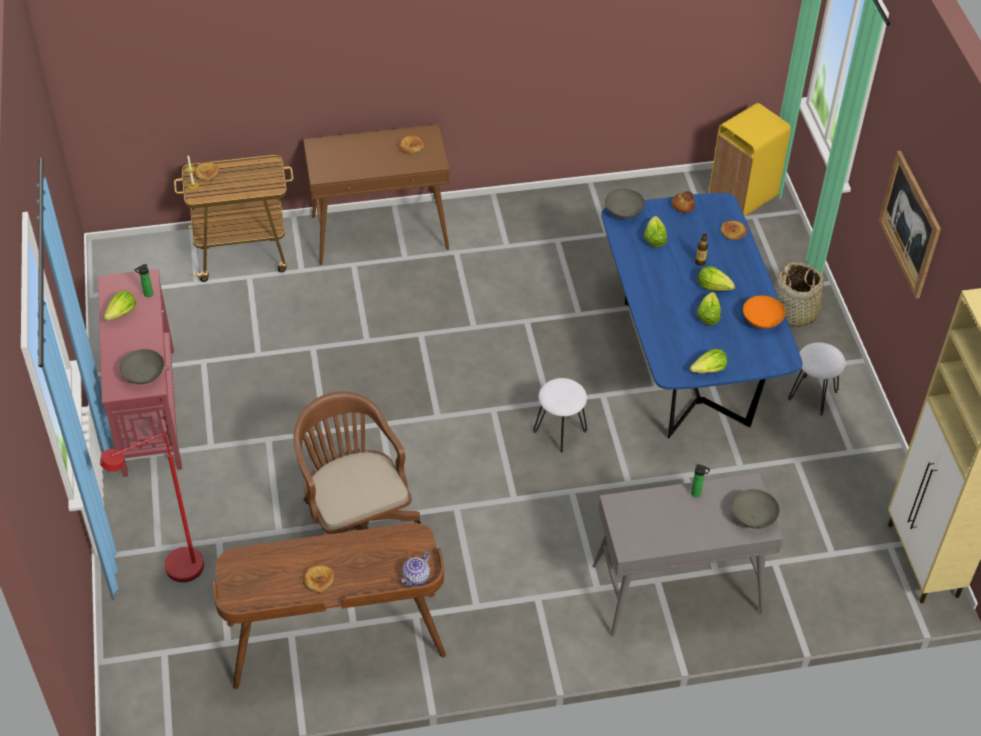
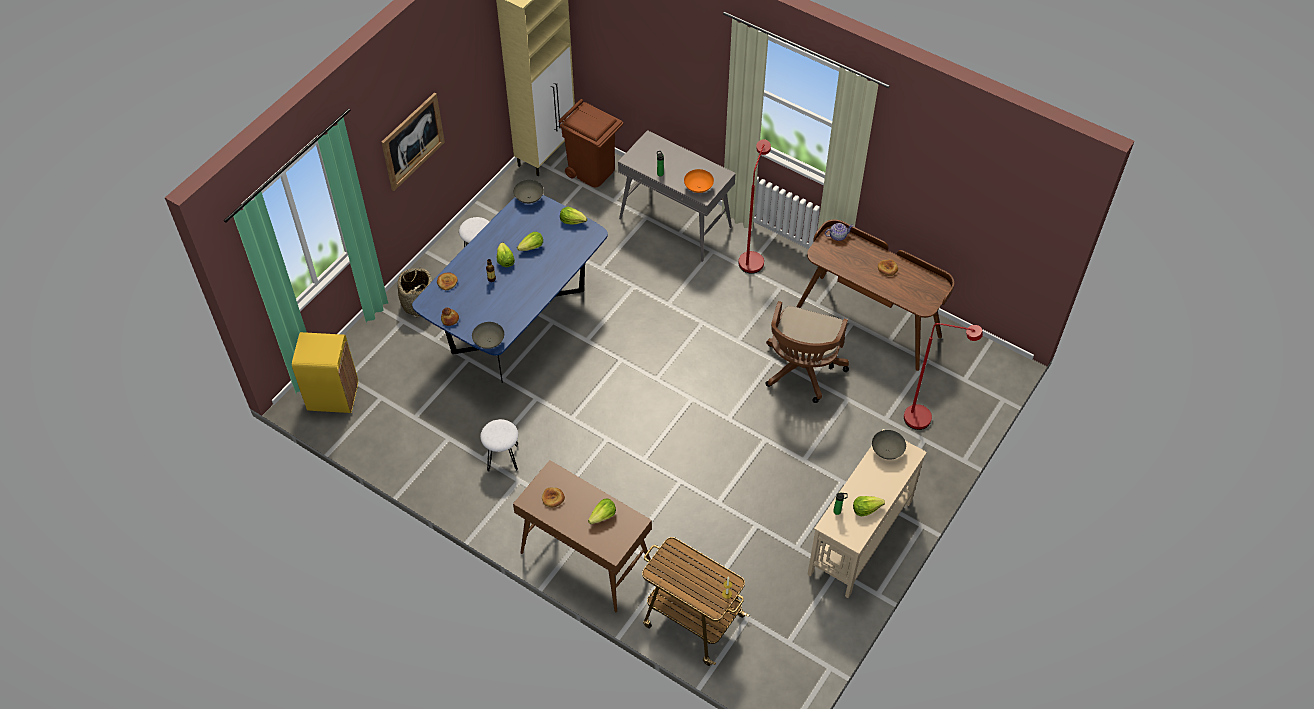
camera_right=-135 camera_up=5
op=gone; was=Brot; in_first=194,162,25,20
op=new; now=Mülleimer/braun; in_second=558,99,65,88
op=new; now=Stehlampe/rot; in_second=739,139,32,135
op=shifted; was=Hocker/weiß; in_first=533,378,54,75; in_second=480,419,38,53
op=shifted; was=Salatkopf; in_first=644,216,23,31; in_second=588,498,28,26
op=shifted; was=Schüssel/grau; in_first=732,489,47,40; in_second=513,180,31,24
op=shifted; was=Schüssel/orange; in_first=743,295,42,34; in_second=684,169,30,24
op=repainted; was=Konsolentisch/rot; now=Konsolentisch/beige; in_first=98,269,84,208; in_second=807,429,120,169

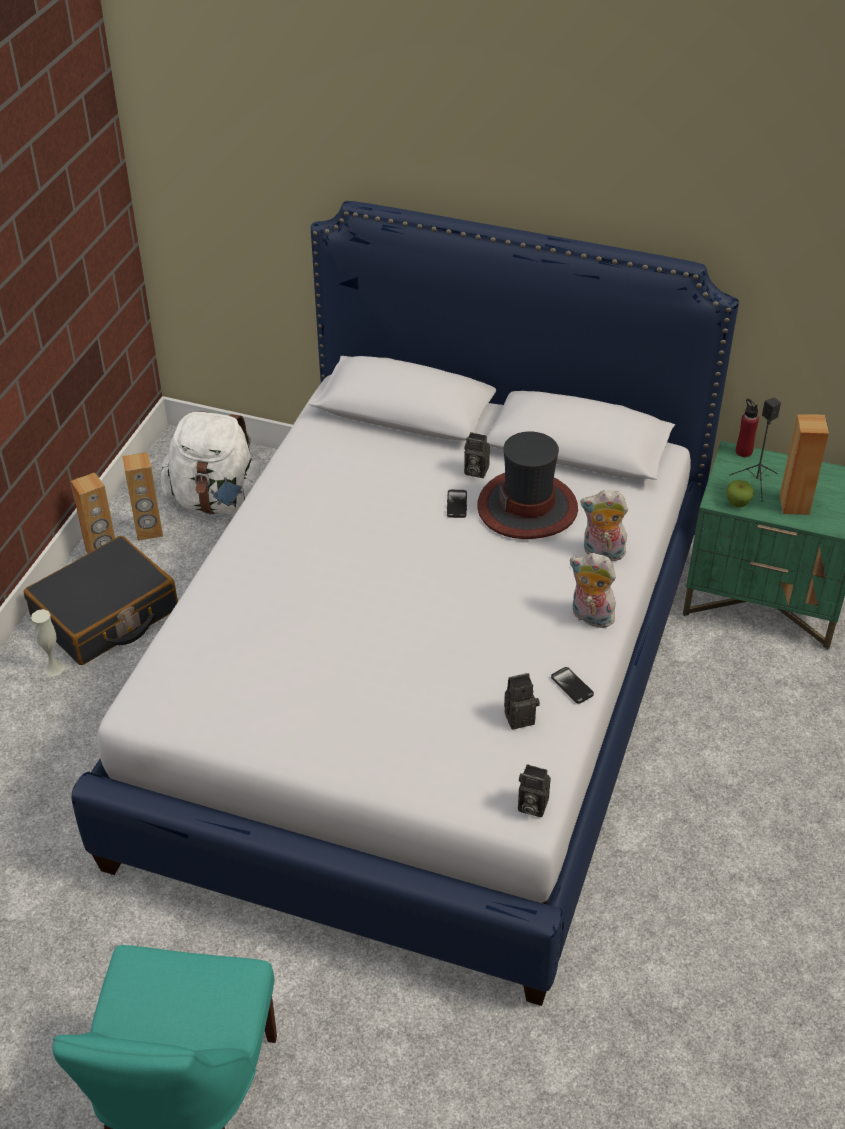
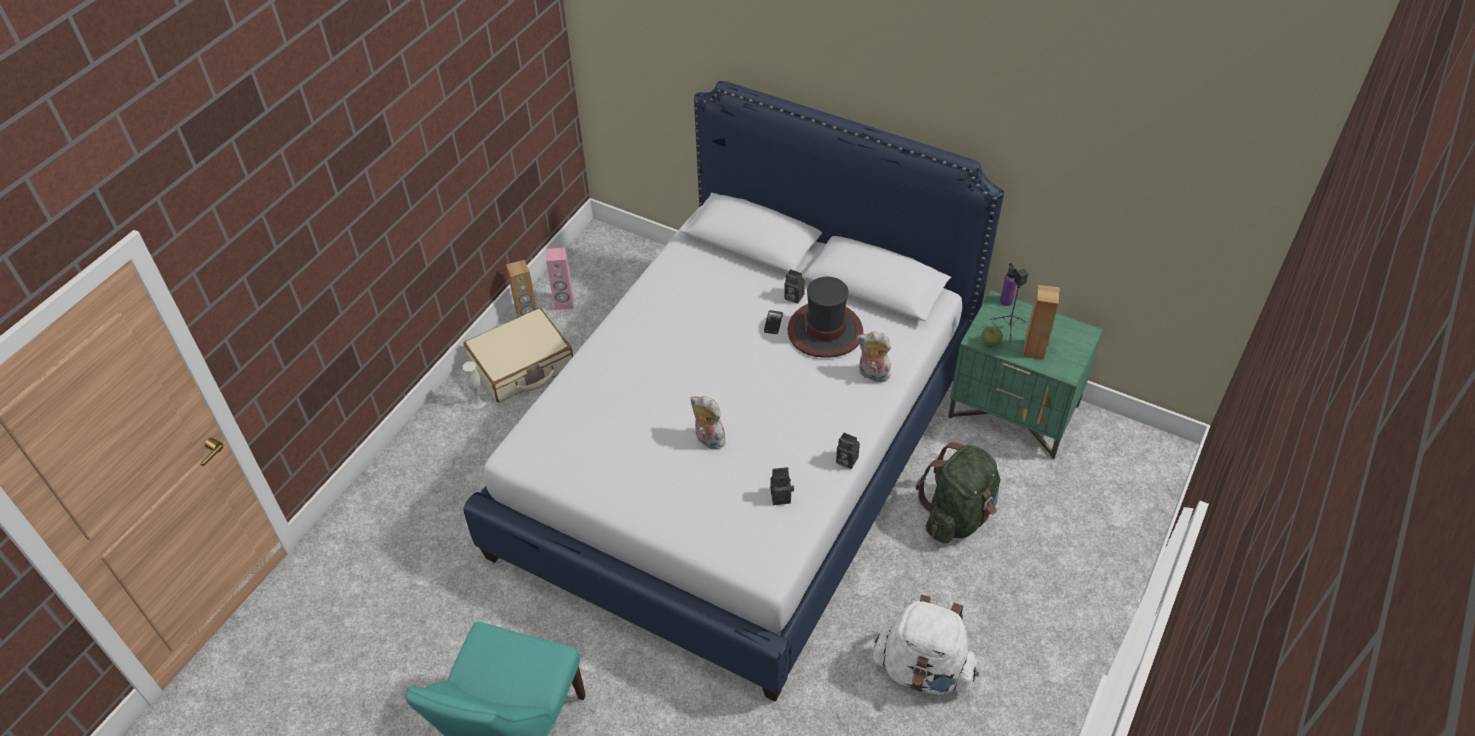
camera_right=10 camera_up=5
op=gone; was=Handy; in_first=551,667,43,37
op=new; now=Rucksack/grün; in_second=916,442,84,101
op=shifted; was=Rucksack/weiß; in_first=161,411,102,103; in_second=873,595,106,100
op=shifted; was=Kamera; in_first=518,764,33,53; in_second=836,432,24,37
op=shifted; was=Plüschtier; in_first=570,553,46,75; in_second=690,396,36,53
op=repainted; was=Koffer/schwarz; now=Koffer/beige; in_first=24,536,154,129; in_second=463,308,110,94
op=repainted; was=Lautsprecher/braun; now=Lautsprecher/rosa; in_first=123,452,40,89; in_second=546,248,28,62
op=repainted; was=Flasche/rot; now=Flasche/lila; in_first=736,399,23,58; in_second=1000,263,17,43

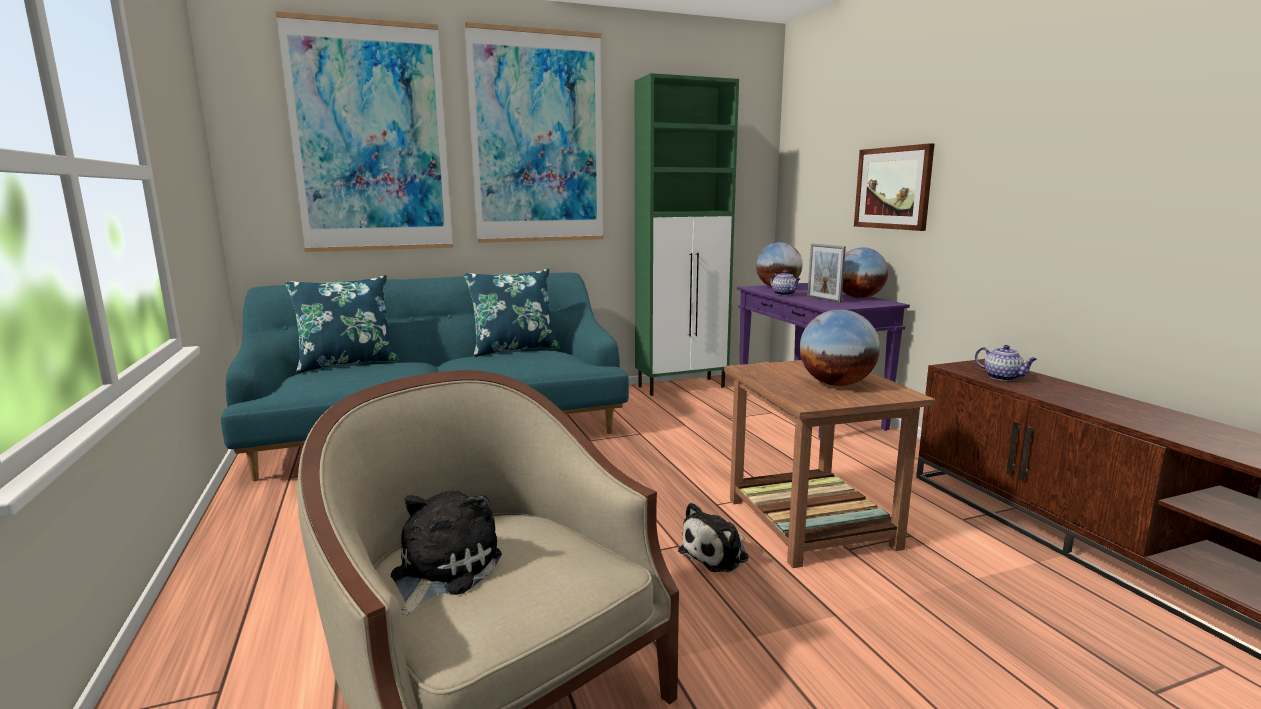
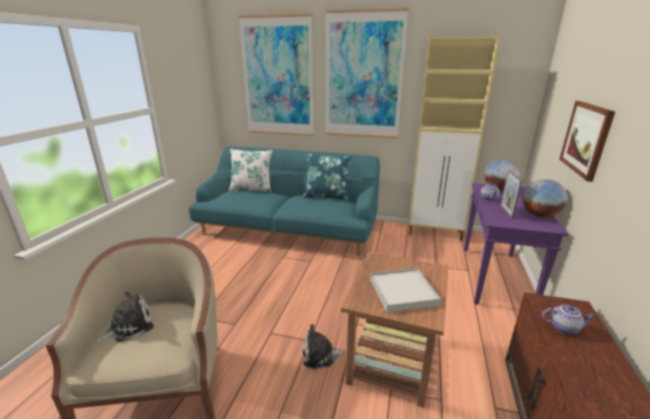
camera_right=35 camera_up=10
op=swapped; was=Globus; now=Tablett/weiß; in_first=800,309,80,77; in_second=370,268,71,44
op=repainted; was=Kissen/blau; now=Kissen/weiß; in_first=285,275,114,98; in_second=229,149,44,44
op=repainted; was=Schrank/grün; now=Schrank/beige; in_first=635,73,104,323; in_second=409,36,92,205
op=rotated; was=Teekanne; in_first=975,345,62,36; in_second=542,304,54,31; clockwise=-75

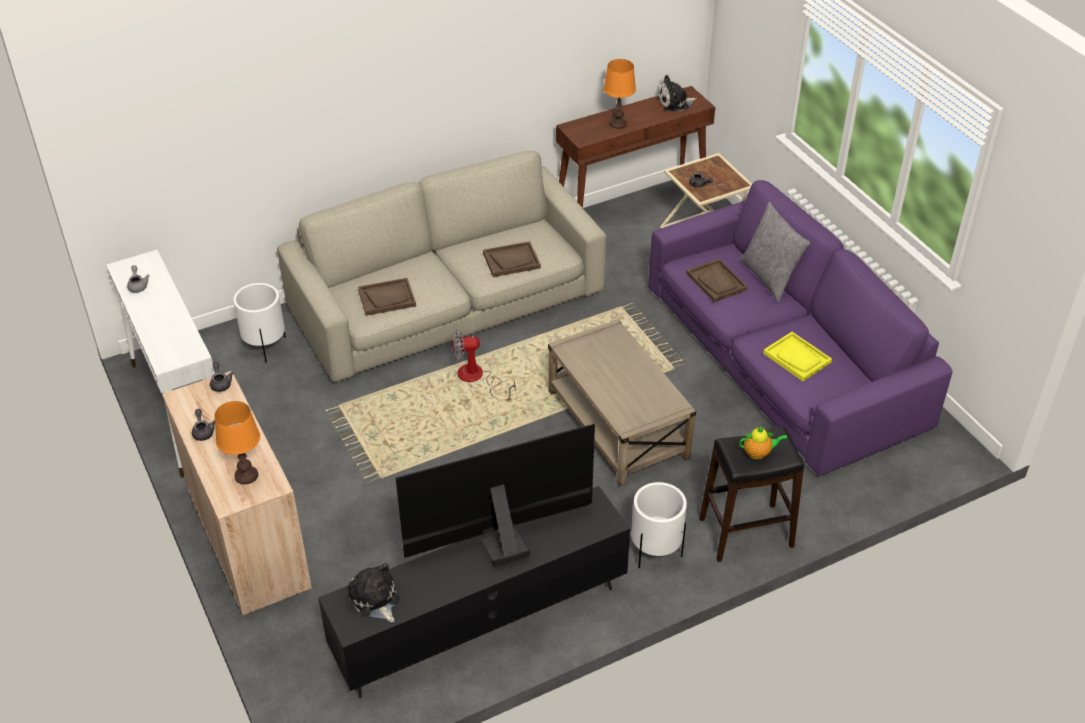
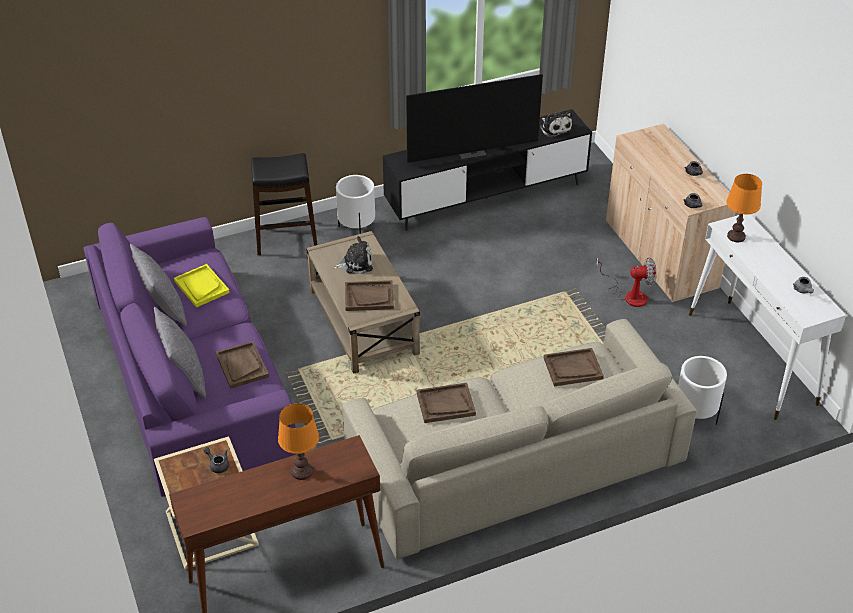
camera_right=-175 camera_up=0
op=gone; was=Teekanne; in_first=739,427,48,32
op=new; now=Kissen/grau; in_second=130,244,57,82
op=new; now=Tablett/braun; in_second=345,280,49,31
op=shifted; was=Tischlampe/orange; in_first=215,401,45,84; in_second=726,174,36,68
op=shifted; was=Ventilator; in_first=452,329,63,71; in_second=596,257,61,50
op=shifted; was=Plüschtier; in_first=657,75,40,37; in_second=333,236,40,38

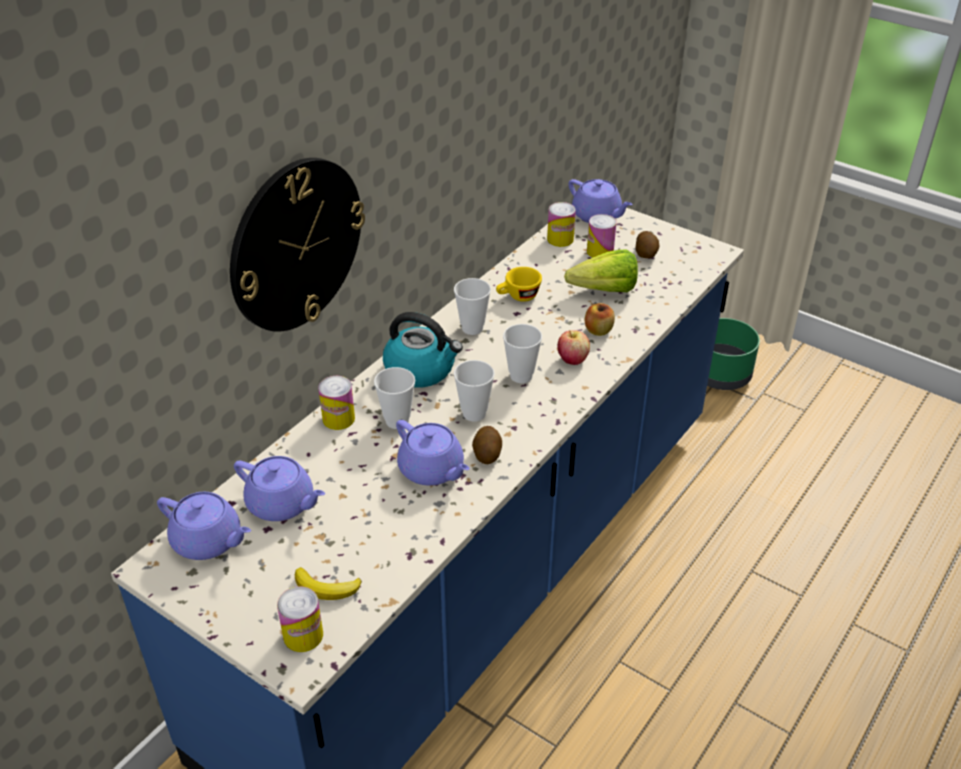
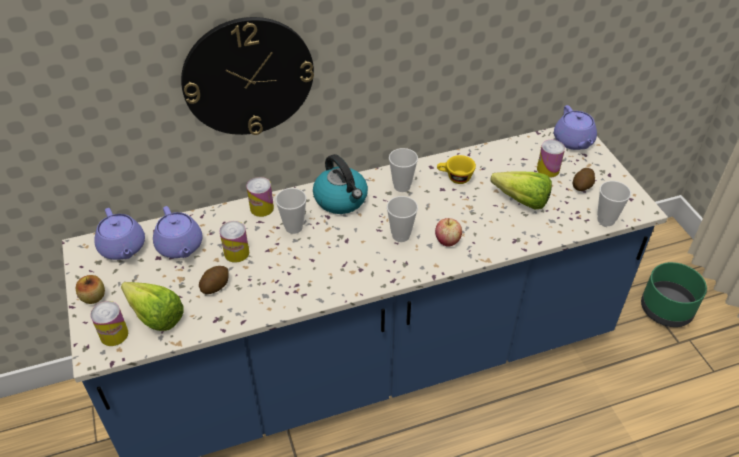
camera_right=35 camera_up=5
op=gone; was=Teekanne/lila; in_first=396,420,74,66
op=shifted; was=Tasse; in_first=454,360,41,62; in_second=597,181,34,45
op=shifted; was=Kartoffel; in_first=472,426,30,38; in_second=199,266,30,28
op=shifted; was=Dose; in_first=547,202,29,45; in_second=220,221,29,42
op=shifted; was=Apfel; in_first=584,303,31,33; in_second=76,275,29,29
op=swapped; was=Banane; now=Salatkopf; in_first=295,567,67,33; in_second=121,282,63,49

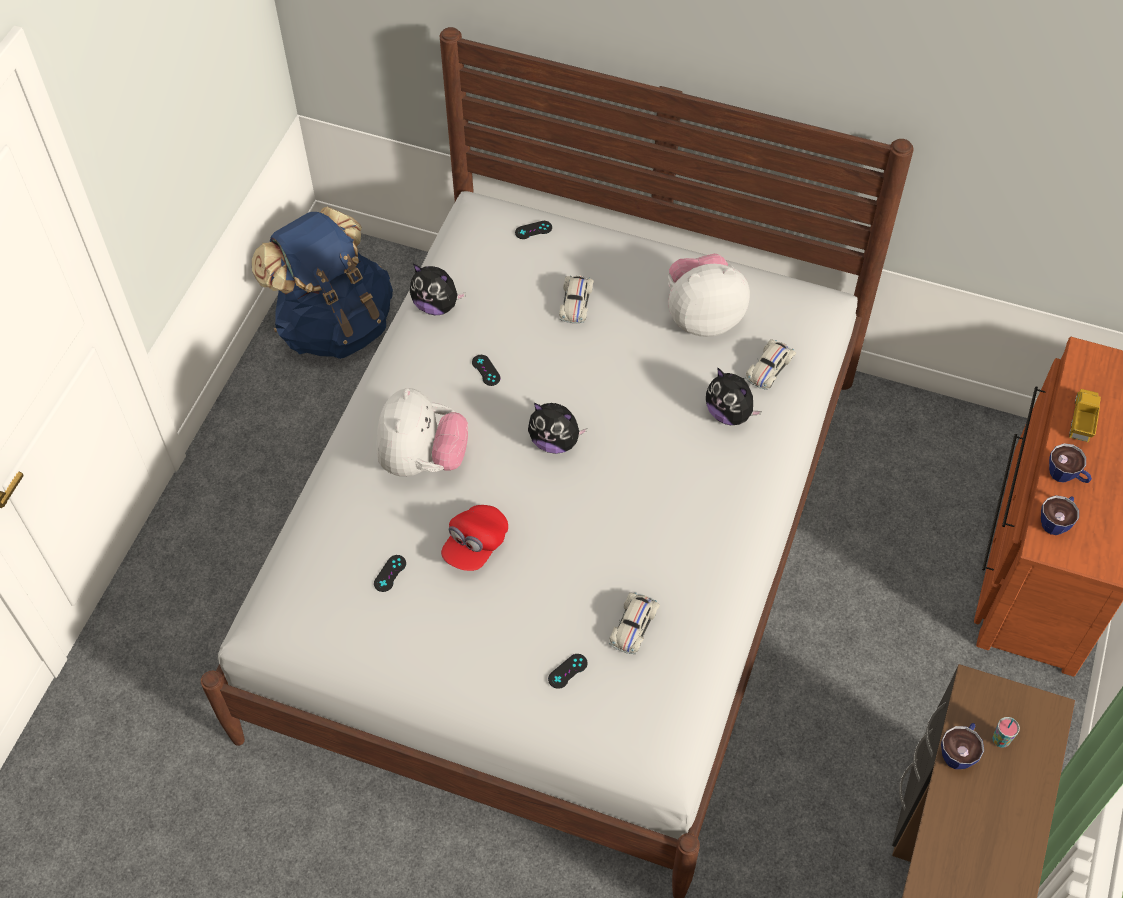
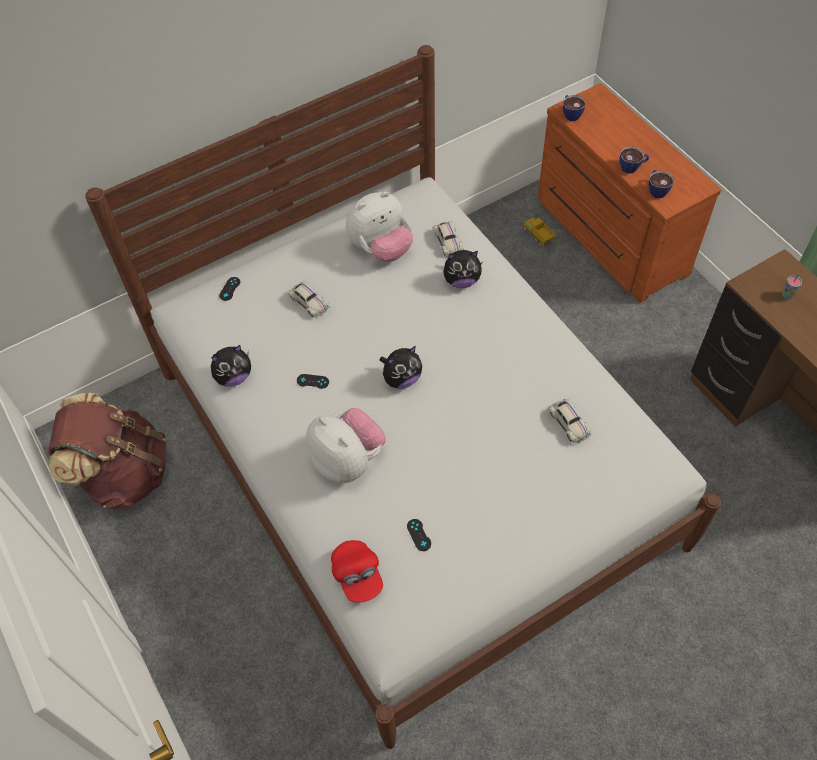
camera_right=-50 camera_up=0
op=gone; was=Gamepad/schwarz; in_first=548,654,40,35
op=shifted; was=Kappe/rot; in_first=441,505,67,66; in_second=331,540,52,63
op=shifted; was=Tasse; in_first=941,723,43,46; in_second=563,95,23,26
op=shifted; was=Spielzeuglaster; in_first=1069,389,32,54; in_second=523,218,34,29
op=repainted; was=Rucksack/blau; now=Rucksack/braun; in_first=252,207,141,152; in_second=48,393,118,117
op=rotated; was=Plüschtier; in_first=668,254,82,83; in_second=346,191,67,71; clockwise=-150

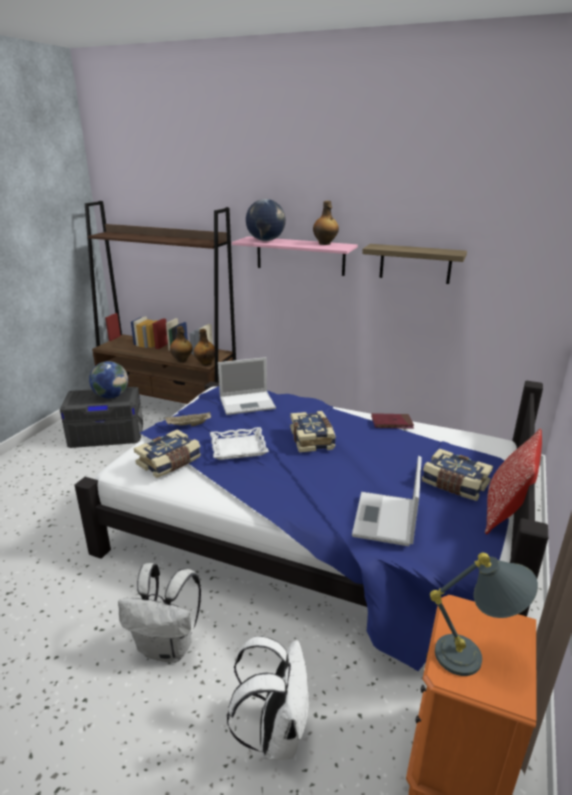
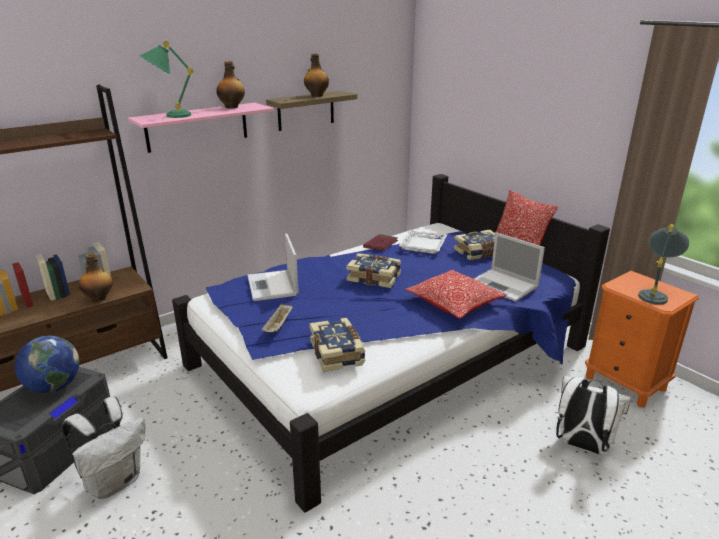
camera_right=-60 camera_up=0
op=new; now=Kissen; in_second=405,270,102,49
op=shifted; was=Rucksack/weiß; in_first=118,563,83,100; in_second=61,396,84,103
op=shifted; was=Flasche; in_first=193,329,22,37; in_second=304,53,25,44
op=shifted; was=Tablett/weiß; in_first=210,427,59,33; in_second=399,230,48,24
op=swapped; was=Globus; now=Tischlampe/grün; in_first=246,199,40,42; in_second=139,41,55,77
op=rotated; was=Laptop; in_first=218,357,58,58; in_second=248,233,51,68; clockwise=150

